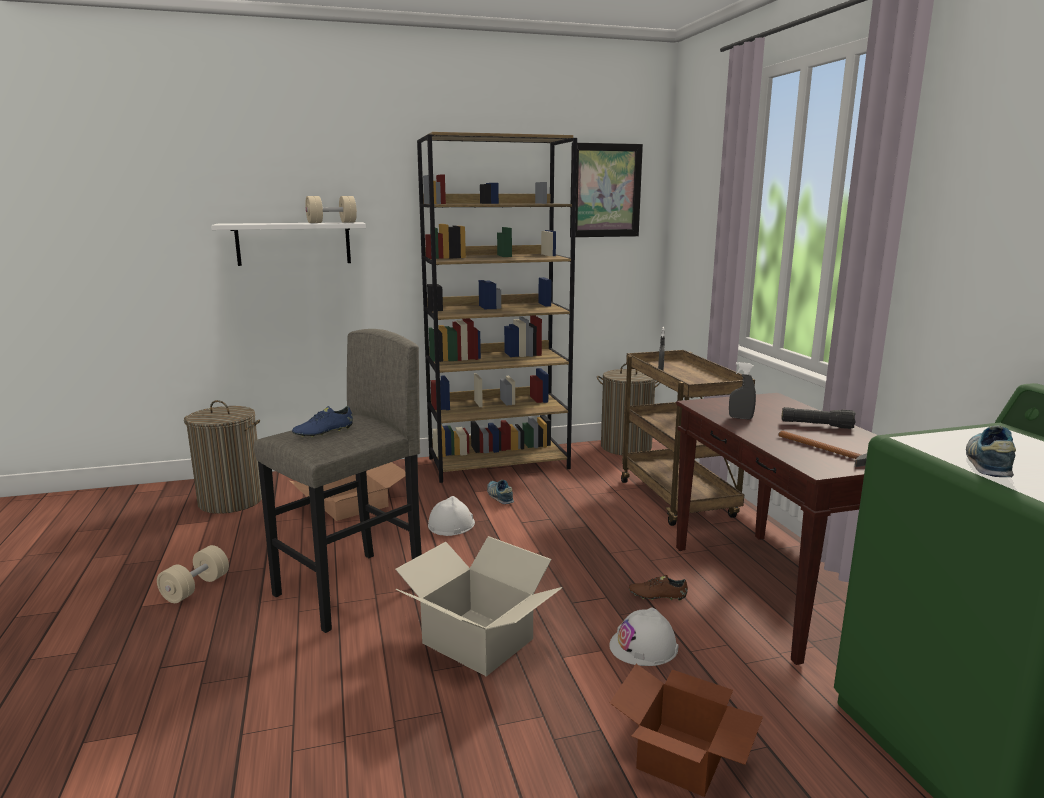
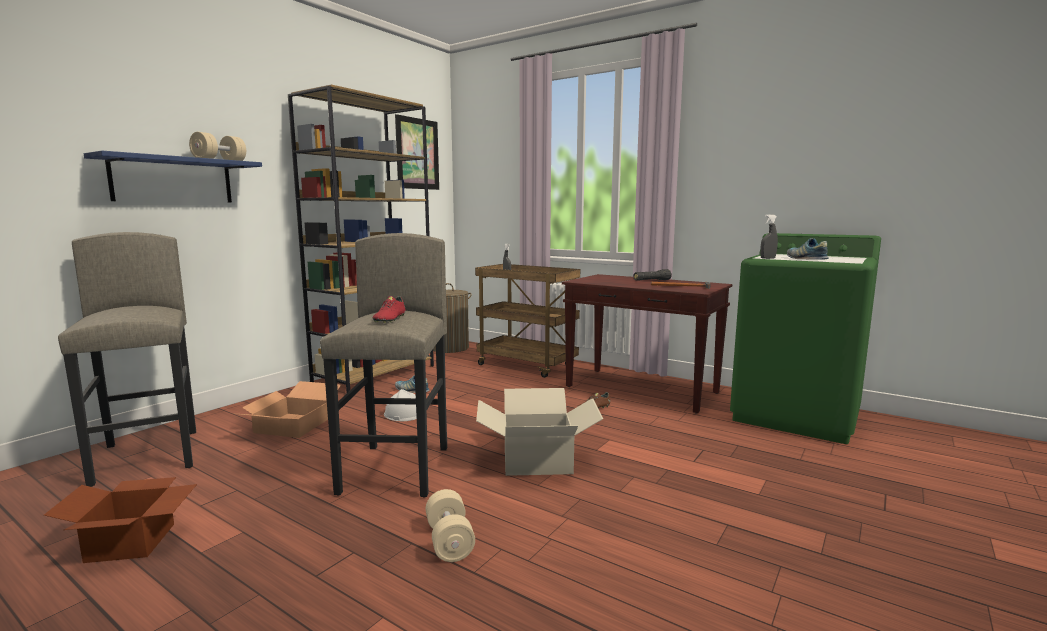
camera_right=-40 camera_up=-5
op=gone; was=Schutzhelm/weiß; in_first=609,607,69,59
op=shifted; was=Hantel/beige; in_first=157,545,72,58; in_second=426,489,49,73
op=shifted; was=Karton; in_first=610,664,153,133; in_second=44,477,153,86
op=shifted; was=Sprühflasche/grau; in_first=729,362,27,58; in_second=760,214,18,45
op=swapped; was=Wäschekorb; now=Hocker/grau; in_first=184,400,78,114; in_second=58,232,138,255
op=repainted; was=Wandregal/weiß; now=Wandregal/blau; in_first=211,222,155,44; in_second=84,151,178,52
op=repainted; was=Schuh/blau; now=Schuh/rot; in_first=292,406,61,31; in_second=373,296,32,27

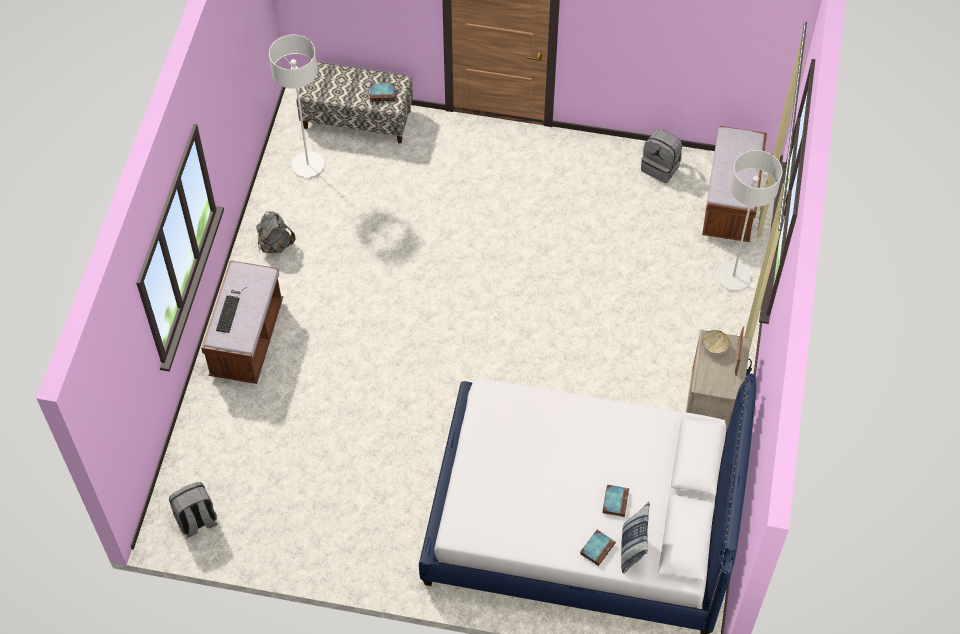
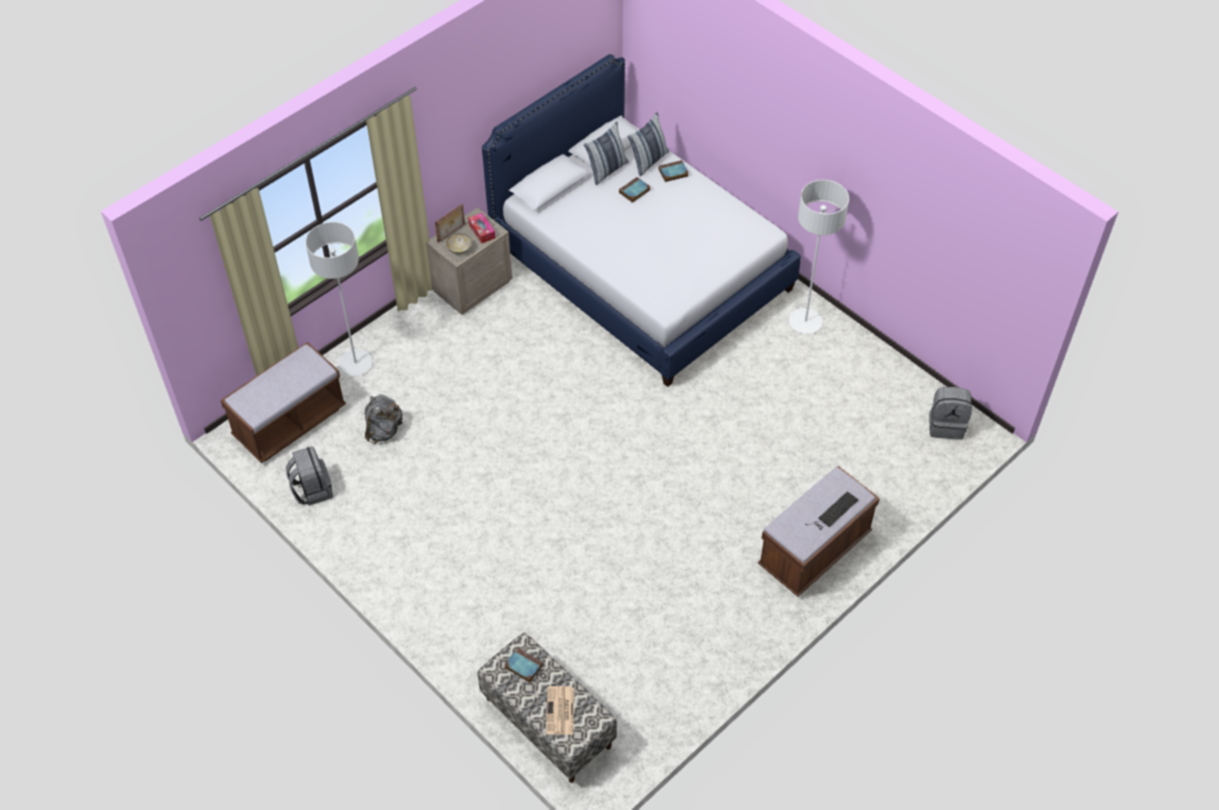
camera_right=-145 camera_up=-5
op=new; now=Taschentuchbox; in_second=468,213,27,30
op=new; now=Zeitung; in_second=546,686,28,49
op=new; now=Kissen; in_second=584,122,45,63
op=shifted; was=Rucksack/grau; in_first=256,211,39,42; in_second=365,394,38,50
op=shifted; was=Stehlampe/weiß; in_first=269,35,55,142; in_second=789,180,60,154

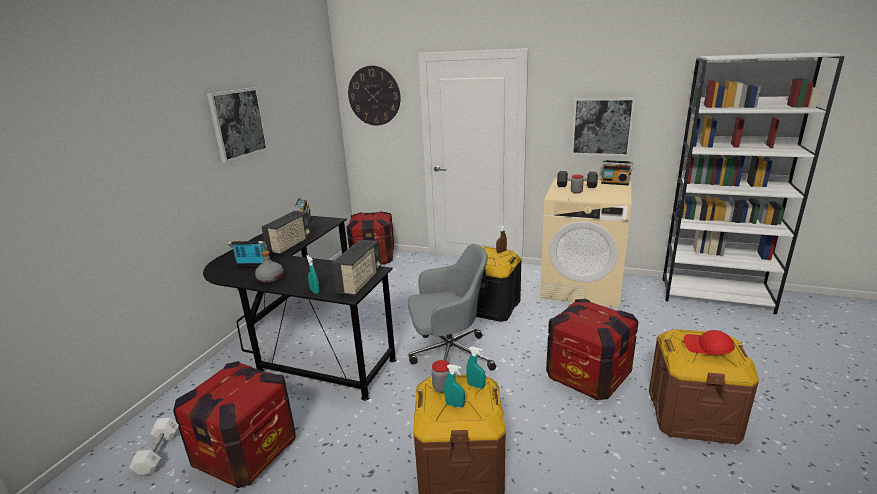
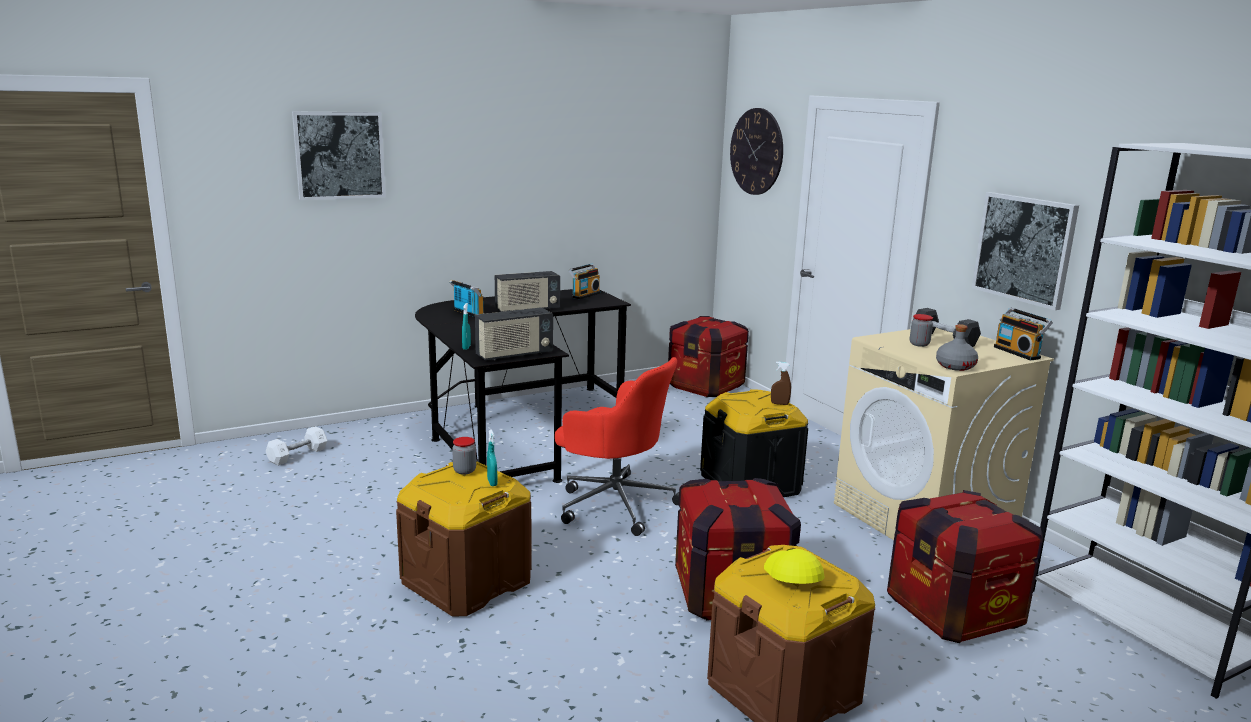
camera_right=40 camera_up=-5
op=gone; was=Sprühflasche/türkis; in_first=444,364,21,44
op=shifted; was=Kiste; in_first=173,361,123,127; in_second=887,490,156,153
op=shifted; was=Bild; in_first=207,87,61,76; in_second=292,112,94,88
op=shifted; was=Flasche/grau; in_first=255,251,29,32; in_second=936,324,42,47
op=repainted; was=Bürostuhl/grau; now=Bürostuhl/rot; in_first=408,244,88,127; in_second=555,357,124,179
op=repainted; was=Kappe/rot; now=Kappe/gelb; in_first=684,330,51,25; in_second=764,549,60,35

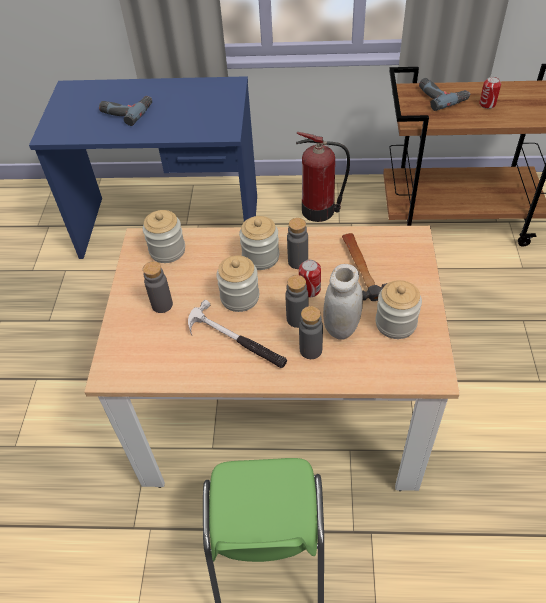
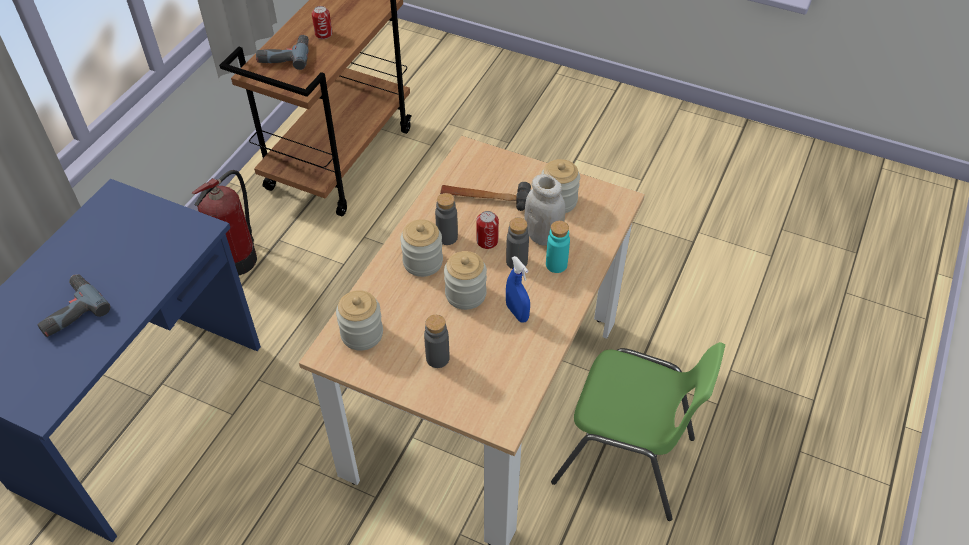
camera_right=-70 camera_up=0
op=swapped; was=Hammer; now=Sprühflasche/blau; in_first=188,300,99,68; in_second=506,256,24,67
op=repainted; was=Flasche/grau; now=Flasche/türkis; in_first=299,306,24,53; in_second=546,221,24,52

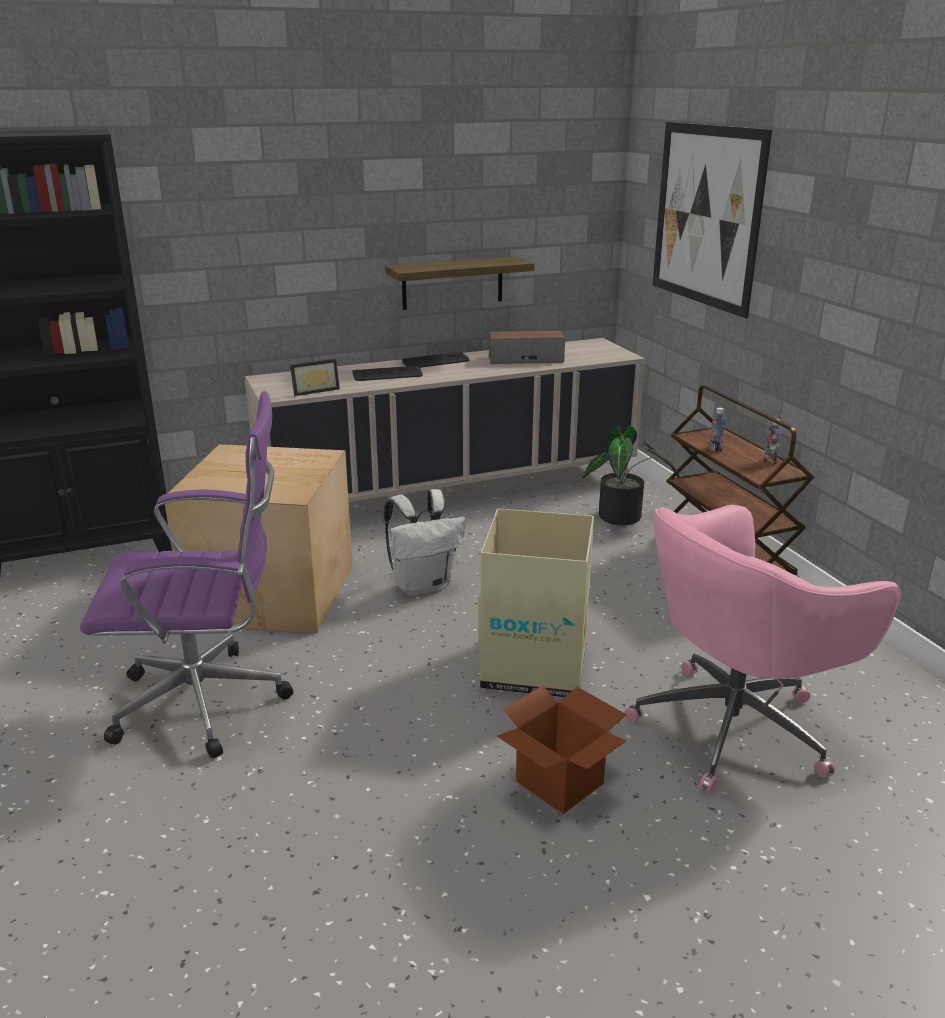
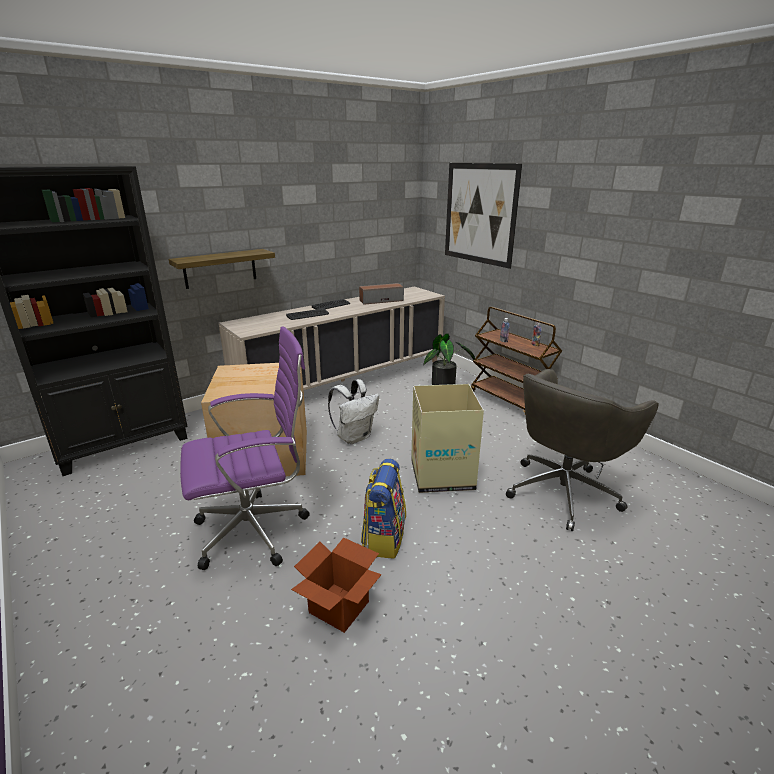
camera_right=-15 camera_up=0
op=gone; was=Bilderrahmen; in_first=290,359,50,37
op=new; now=Rucksack; in_second=361,459,45,100
op=shifted; was=Wandregal; in_first=385,256,150,54; in_second=169,249,106,40
op=shifted; was=Karton; in_first=497,685,130,129; in_second=291,537,91,96
op=repainted; was=Bürostuhl/rosa; now=Bürostuhl/grau; in_first=624,505,277,288; in_second=506,369,153,162

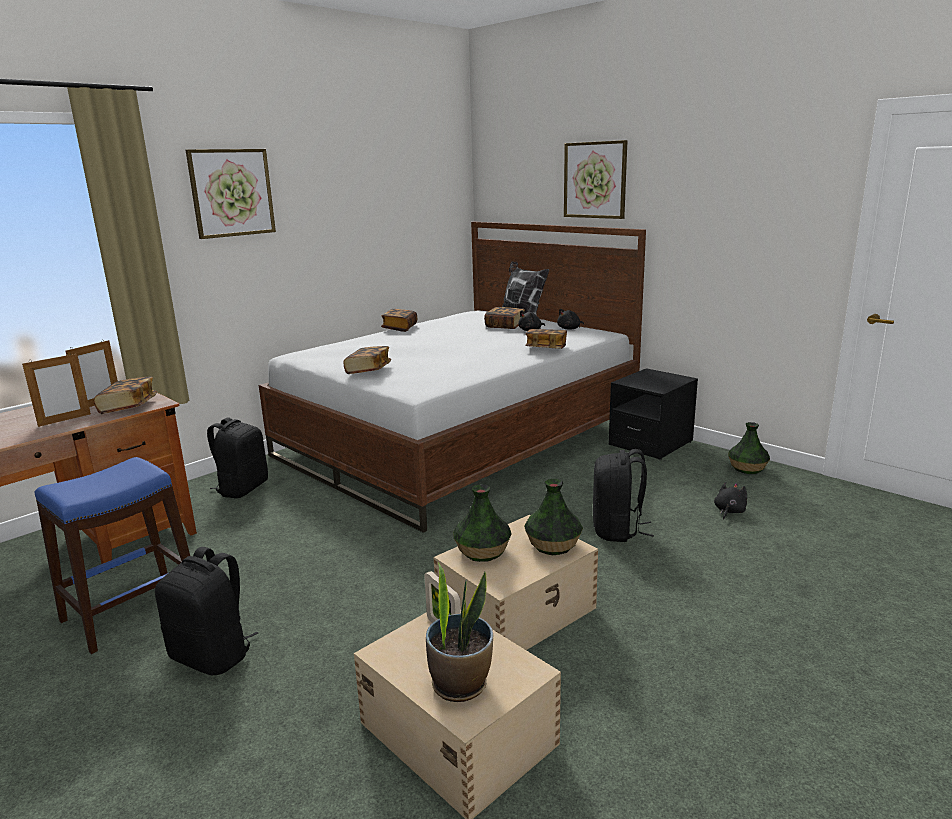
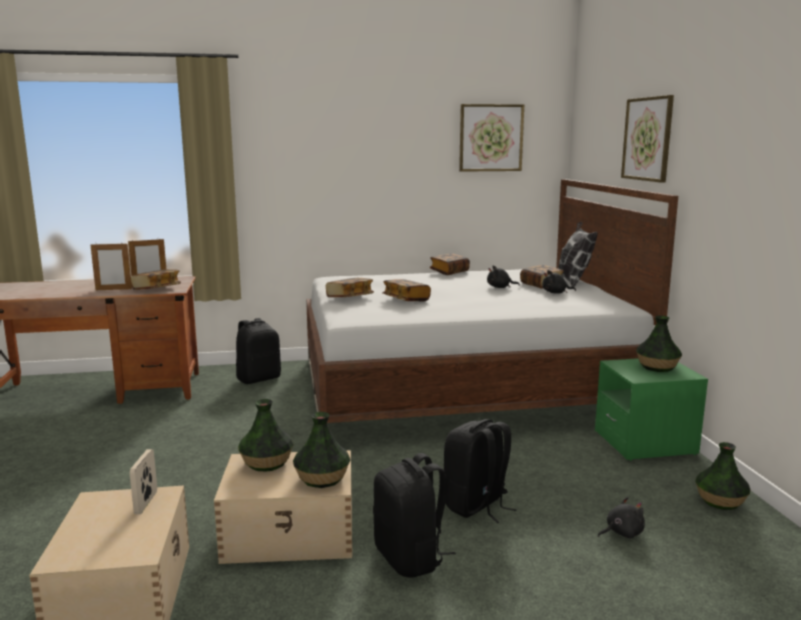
camera_right=35 camera_up=-5
op=gone; was=Hocker/blau; in_first=34,457,156,197
op=gone; was=Topfpflanze; in_first=426,563,67,139
op=new; now=Vase; in_second=636,316,46,56
op=shifted; was=Rucksack/schwarz; in_first=155,547,103,128; in_second=373,453,83,125
op=shifted; was=Bild; in_first=186,149,90,90; in_second=459,104,65,68
op=shifted; was=Buch; in_first=525,329,42,20; in_second=383,279,48,23
op=shifted; was=Plüschtier/schwarz; in_first=557,309,27,21; in_second=487,265,33,23
op=repainted; was=Nachttisch/schwarz; now=Nachttisch/grün; in_first=609,368,89,92; in_second=595,358,113,103

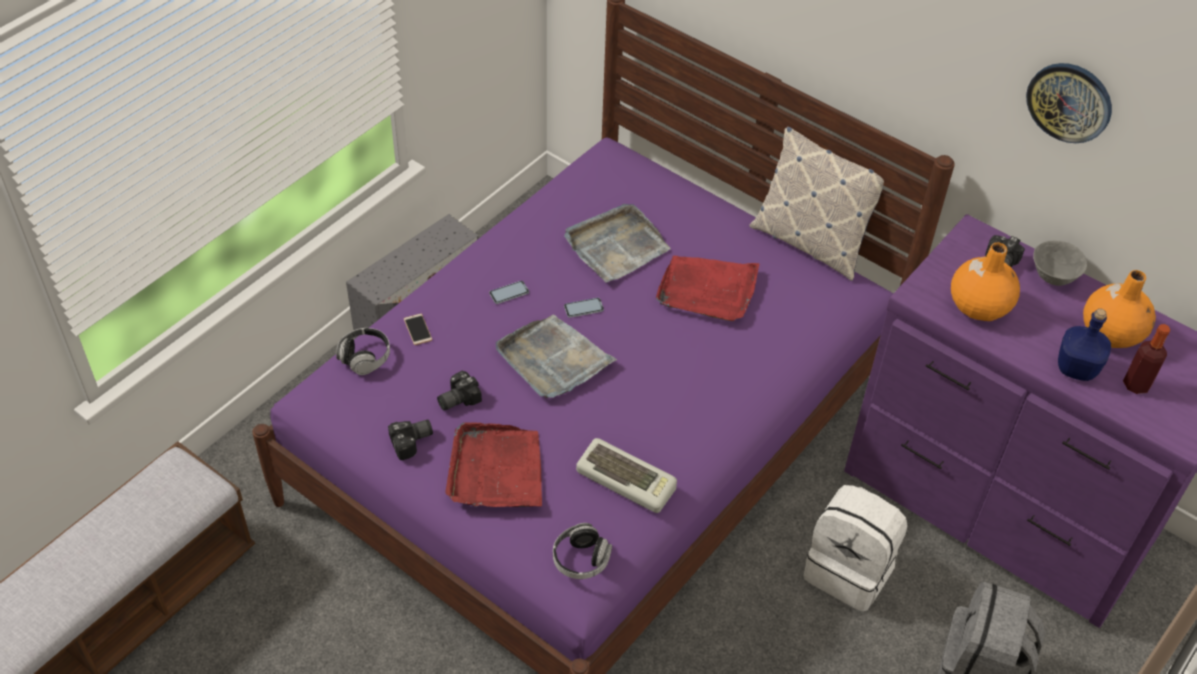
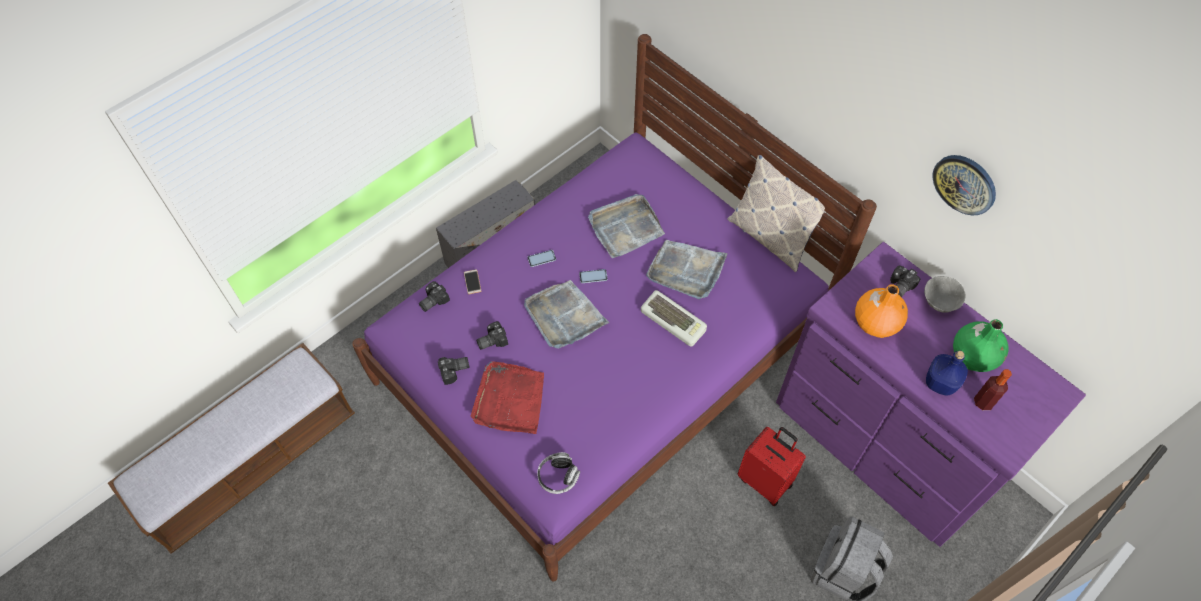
camera_right=10 camera_up=10
op=shifted; was=Tastatur; in_first=576,438,101,75; in_second=641,290,66,56
op=swapped; was=Kopfhörer; now=Kamera; in_first=336,328,54,47; in_second=419,281,31,31
op=swapped; was=Rucksack/weiß; now=Koffer/rot; in_first=803,485,105,127; in_second=738,427,68,79
op=repainted; was=Tablett/rot; now=Tablett/grau; in_first=656,256,103,65; in_second=646,240,82,59
op=repainted; was=Vase/orange; now=Vase/grün; in_first=1083,270,73,78; in_second=953,319,56,53

